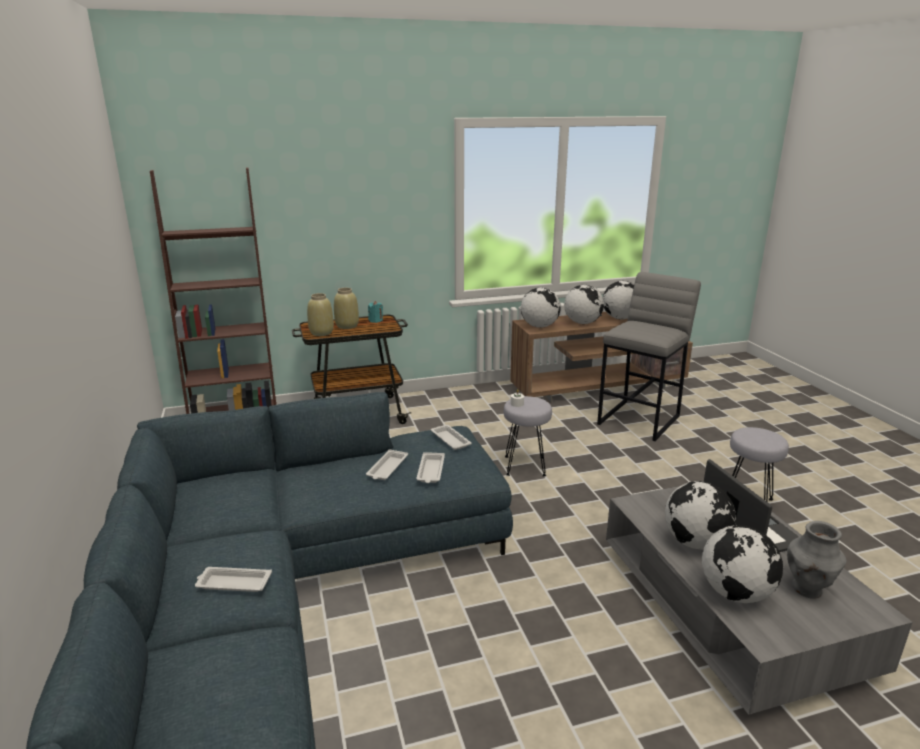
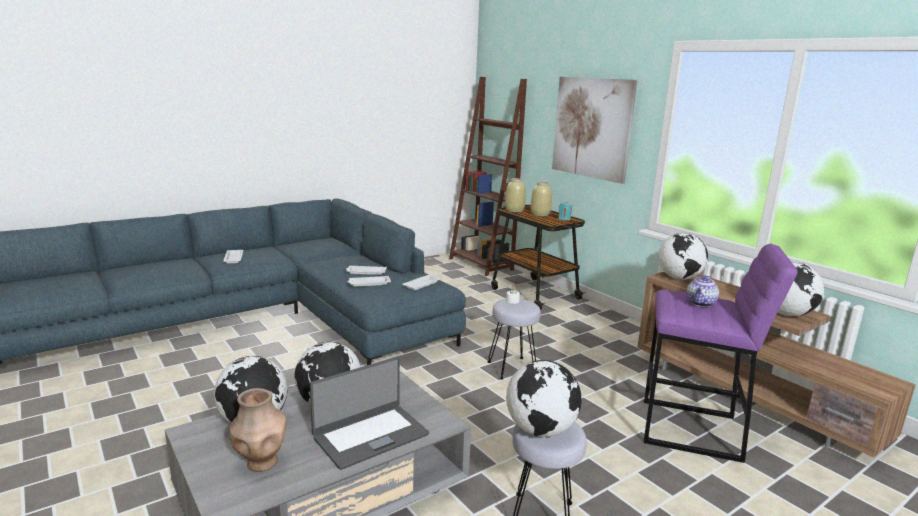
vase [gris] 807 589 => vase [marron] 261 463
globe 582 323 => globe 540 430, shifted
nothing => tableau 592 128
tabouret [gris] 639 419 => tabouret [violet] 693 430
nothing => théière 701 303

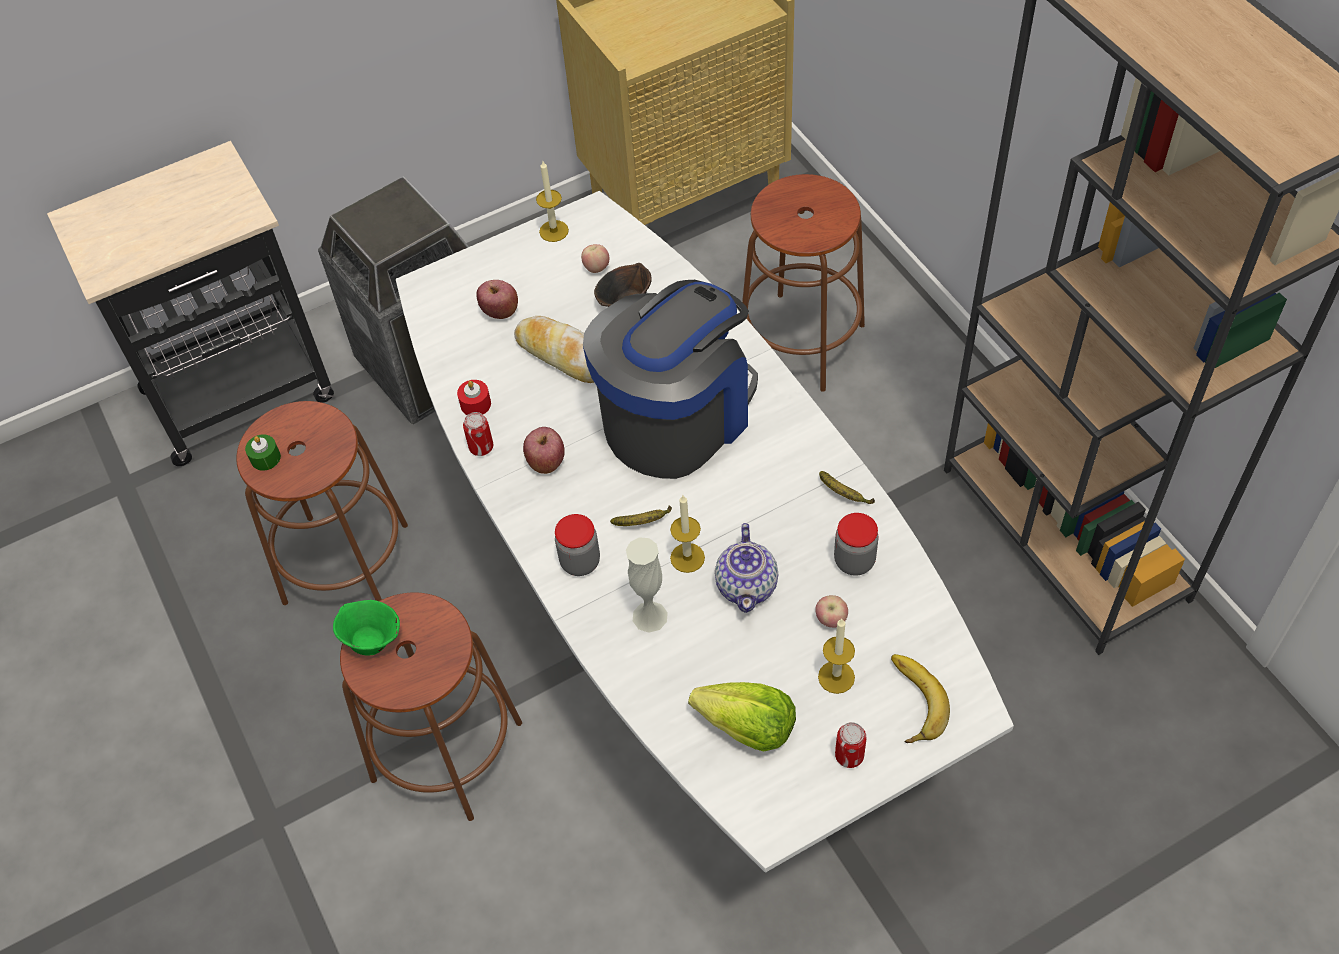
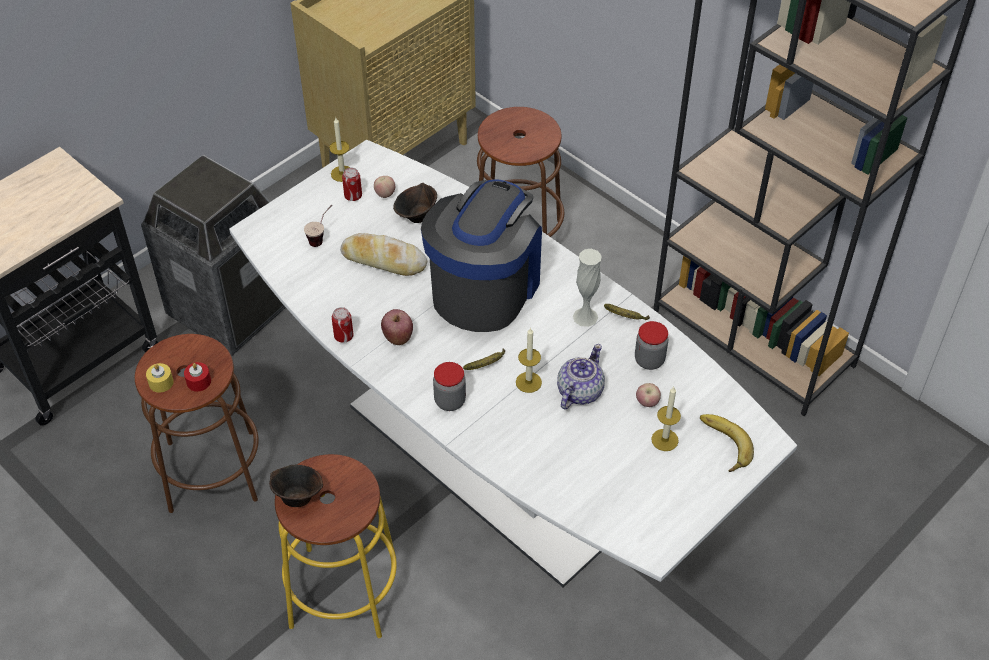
bougie [vert] 265 458 => bougie [jaune] 161 382
bougie [rouge] 475 404 => bougie [rouge] 198 381, shifted
bol [vert] 371 639 => bol [marron] 297 495
tabouret [marron] 447 751 => tabouret [jaune] 343 591
pomme 500 311 => tasse 321 238
boîte métallique 849 755 => boîte métallique 353 196, shifted
théière 747 585 => théière 579 392, 135 degrees counterclockwise
vase [blanc] 650 616 => vase [blanc] 585 317, shifted
laitue 747 728 => nothing

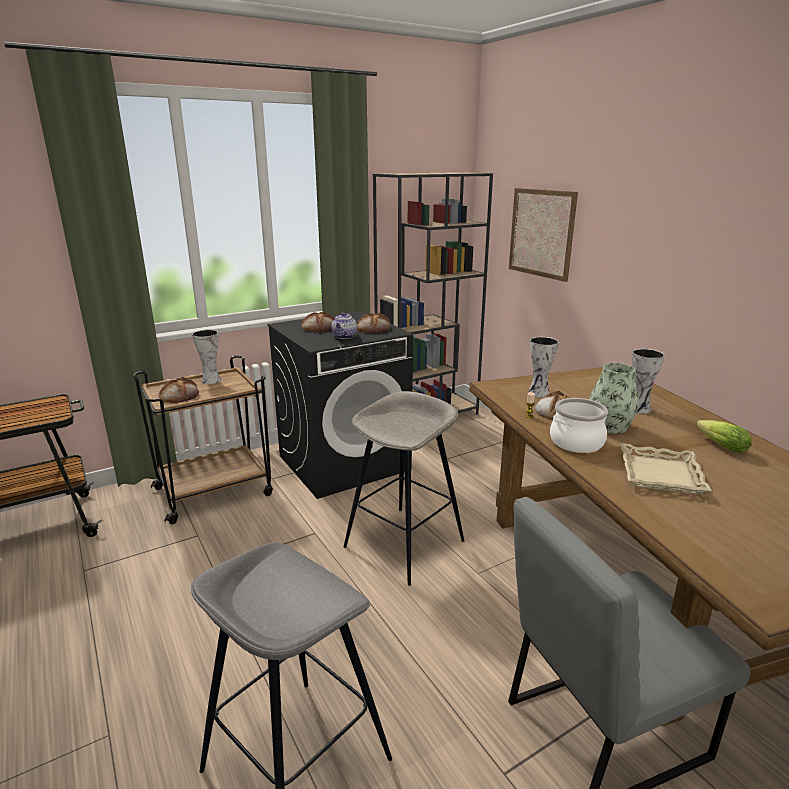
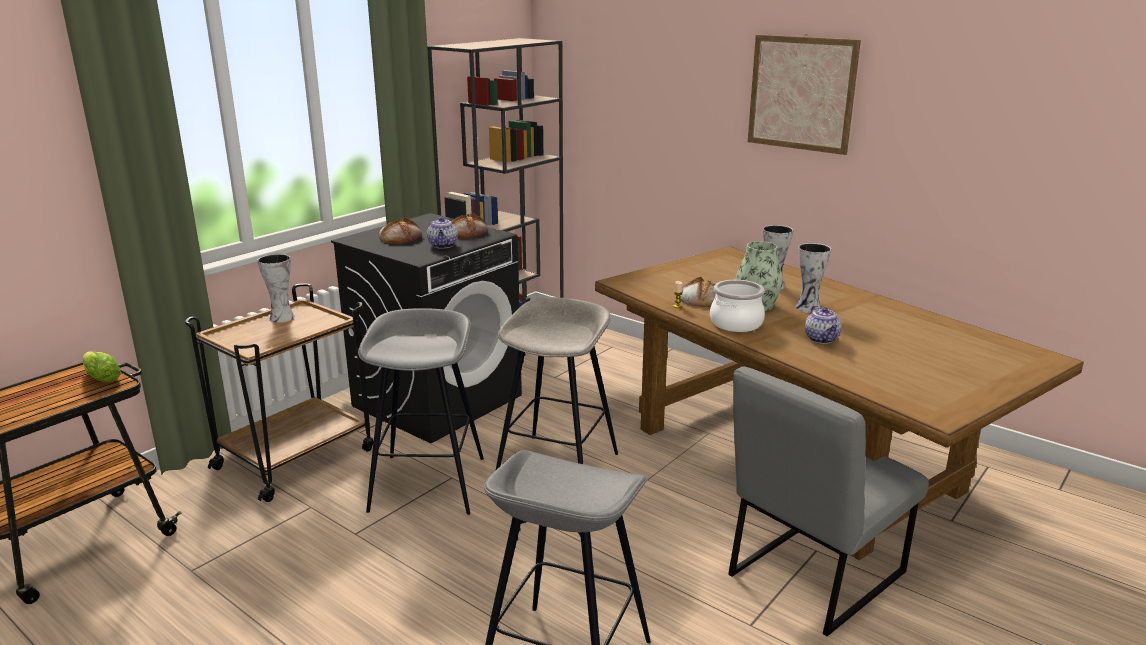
laitue 719 445 => laitue 101 377, shifted
nothing => tabouret [gris] 428 483
tableau 541 232 => tableau 801 92, shifted
vase 539 393 => vase 809 308, shifted
plateau [beige] 661 475 => théière 822 339
pain 179 395 => nothing

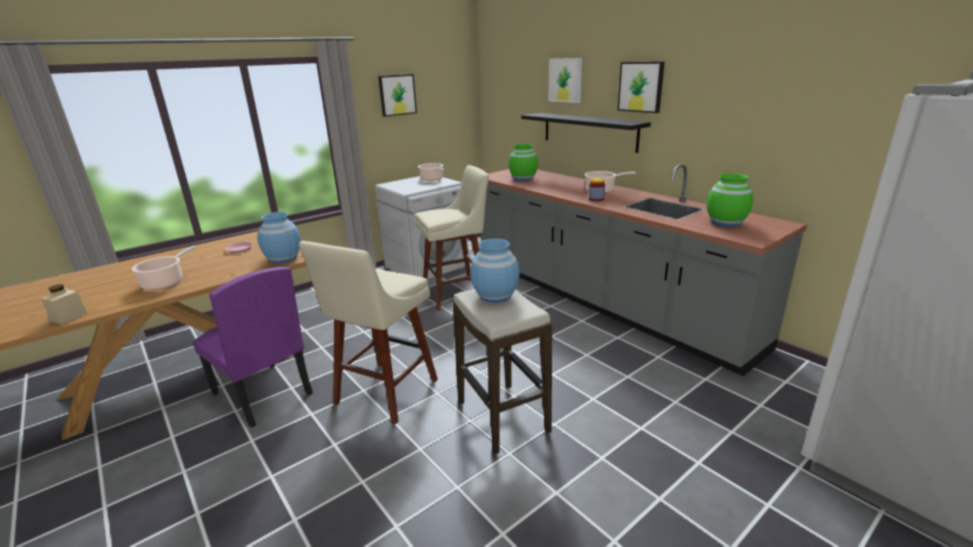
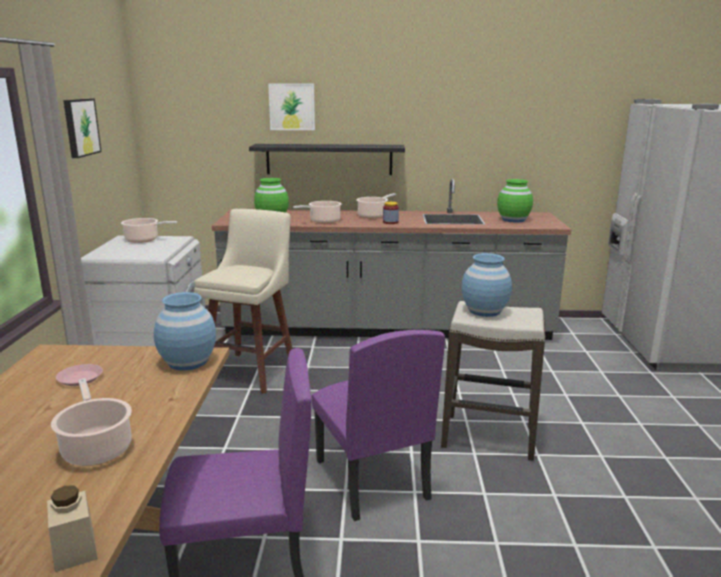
nothing => marmite 323 221
tabouret [beige] 384 393 => chaise [violet] 370 479
tableau 641 87 => nothing

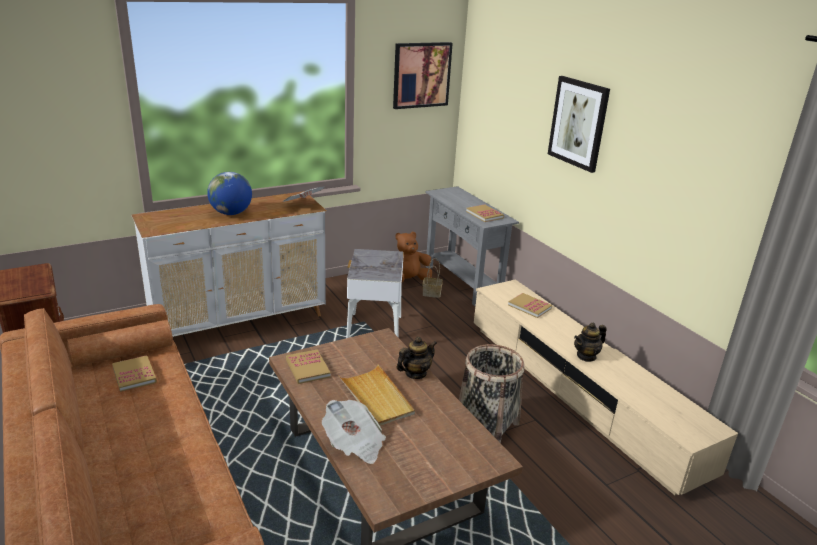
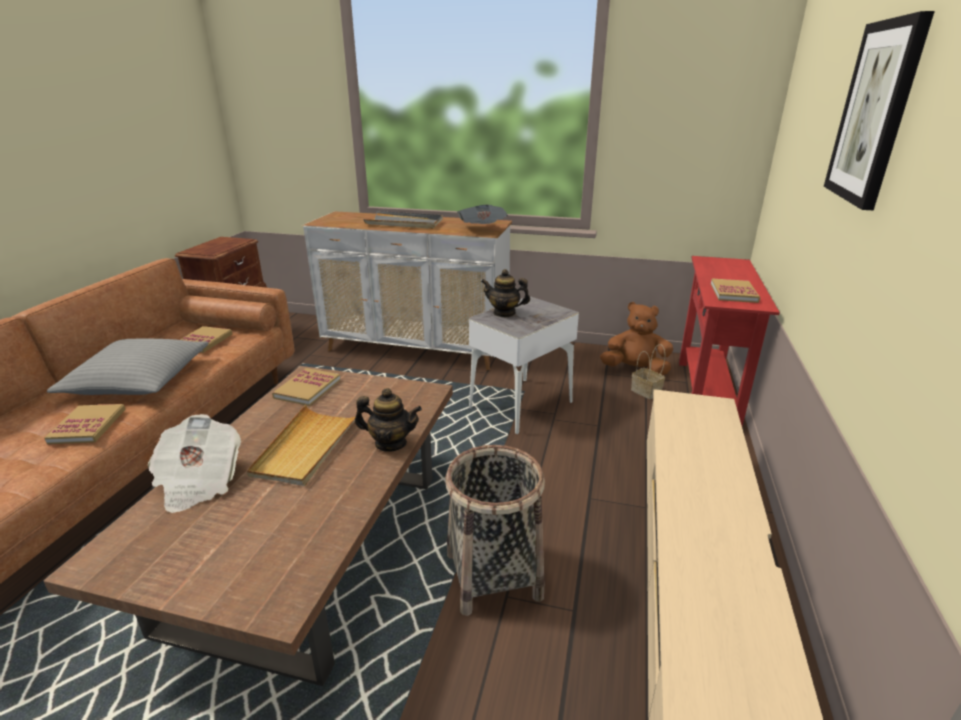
livre 529 307 => livre 88 426, shifted
nothing => coussin [gris] 138 380
globe 231 213 => plateau [gris] 404 223
théière 586 356 => théière 504 313, shifted
table console [gris] 462 282 => table console [rouge] 706 393
tableau 421 75 => nothing

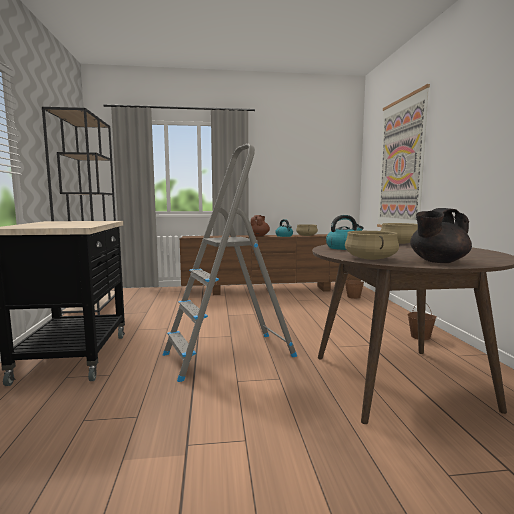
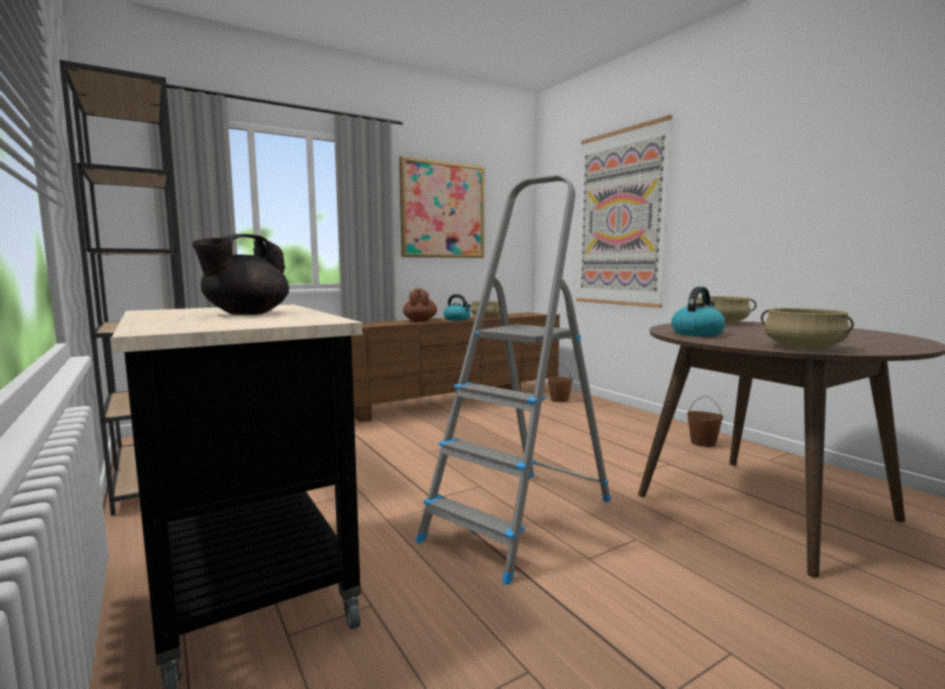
théière [noir] 437 261 => théière [noir] 246 314, shifted
nothing => tableau 443 210

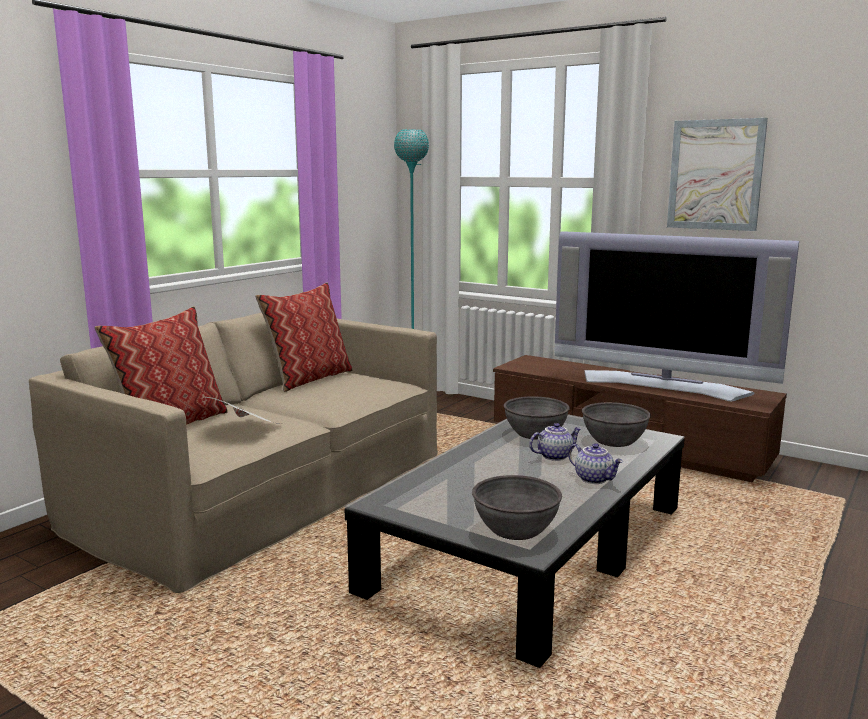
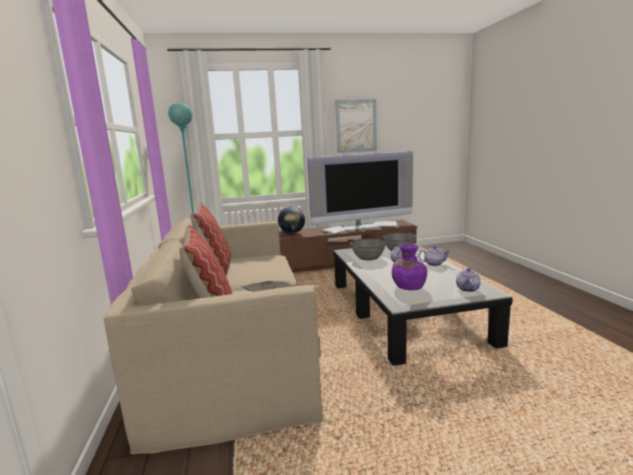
nothing => globe 292 233
nothing => vase [violet] 408 287
bol [gris] 516 529 => théière 468 289

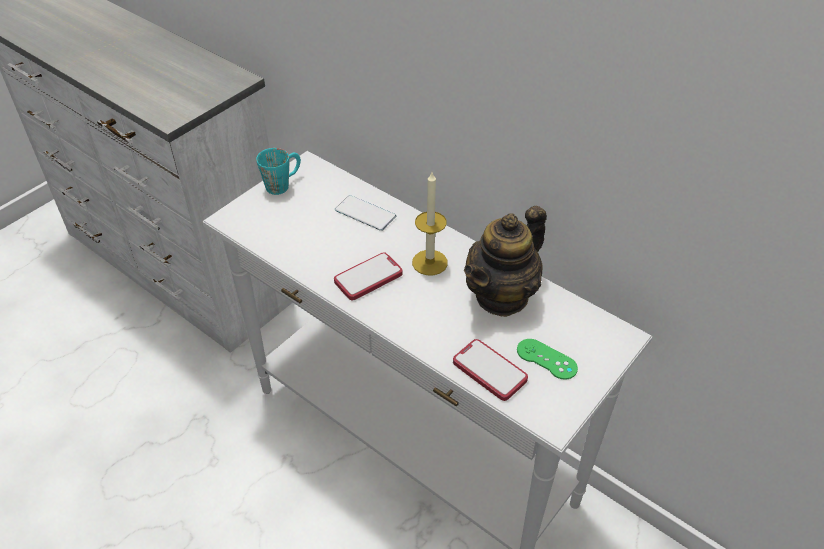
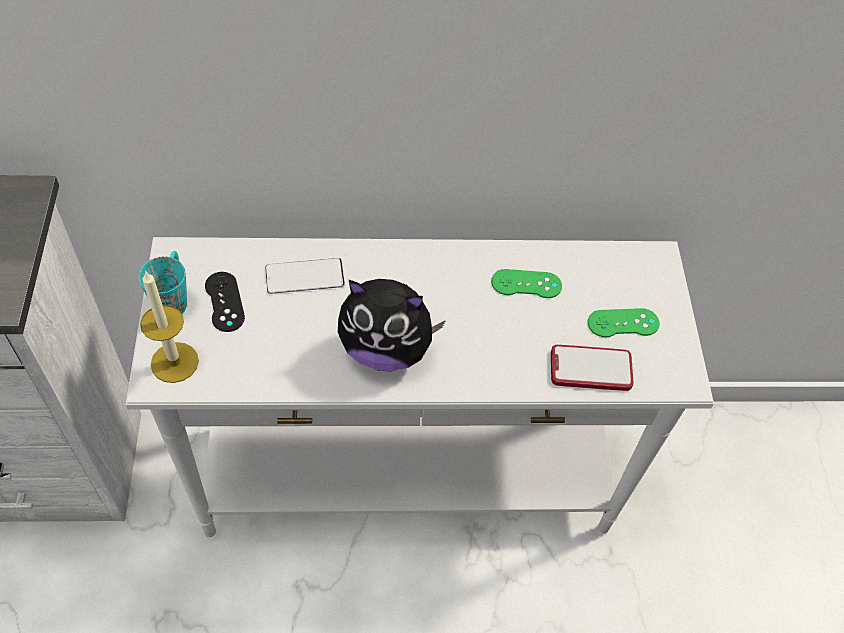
bougie 429 262 => bougie 174 362, shifted
nothing => manette [noir] 224 302
téléphone 368 278 => peluche 386 349
théière 502 296 => manette [vert] 526 284

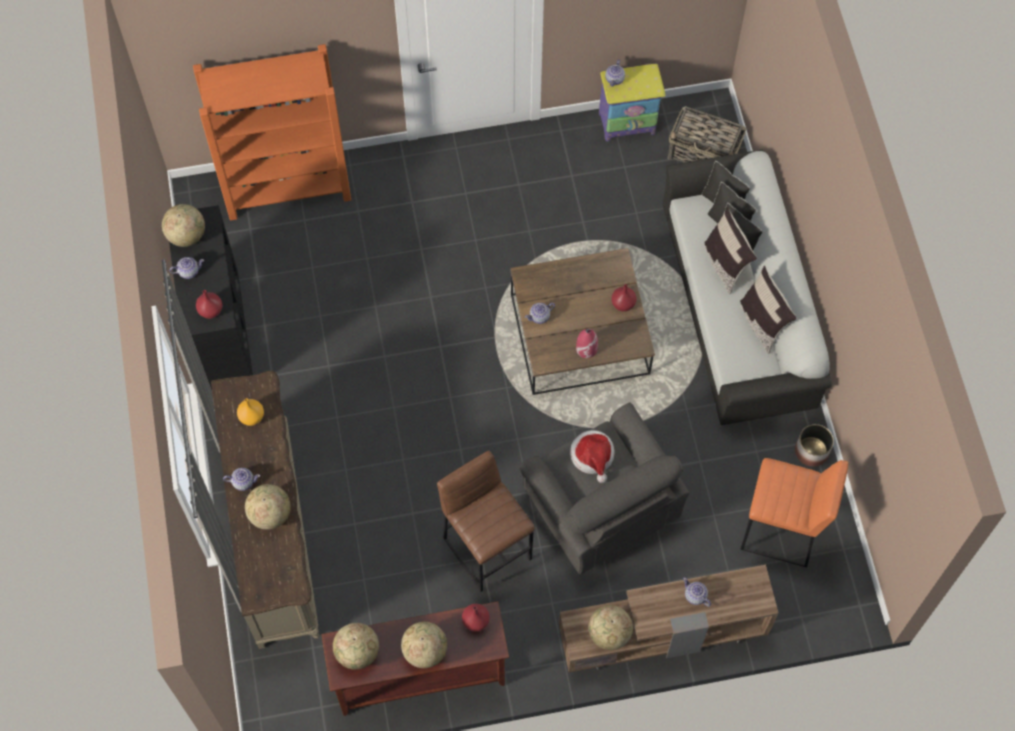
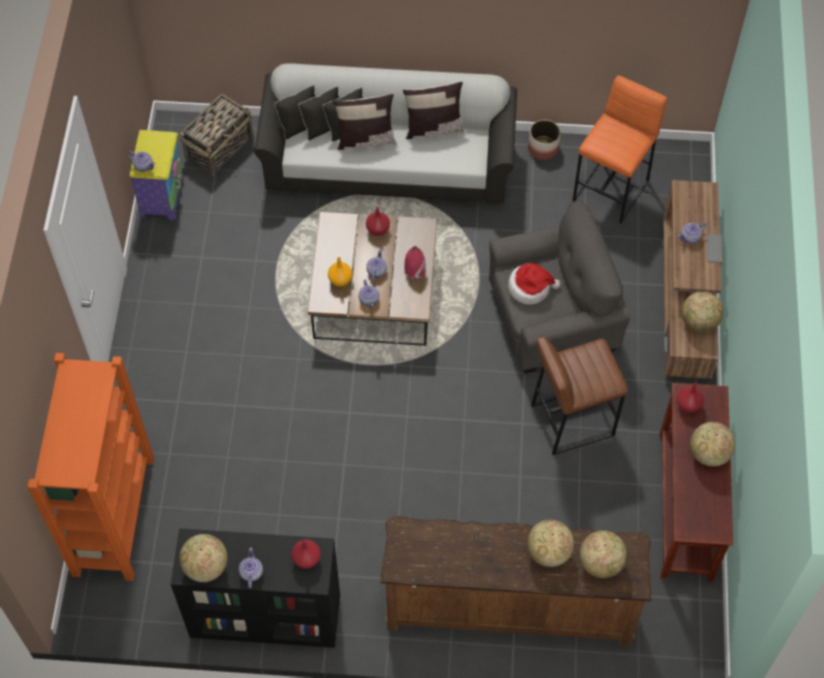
vase [orange] 251 417 => vase [orange] 340 280, shifted
théière 243 482 => théière 376 271, shifted
globe 357 652 => globe 601 563, shifted

